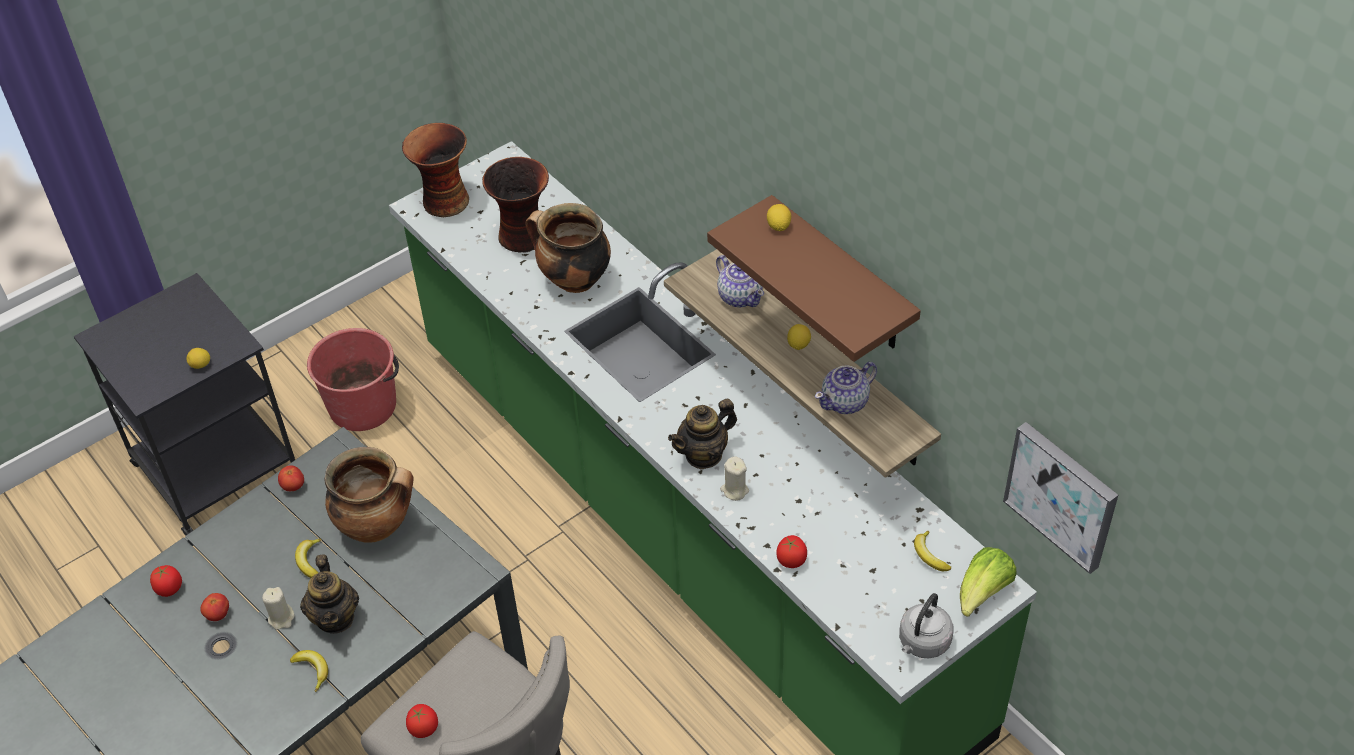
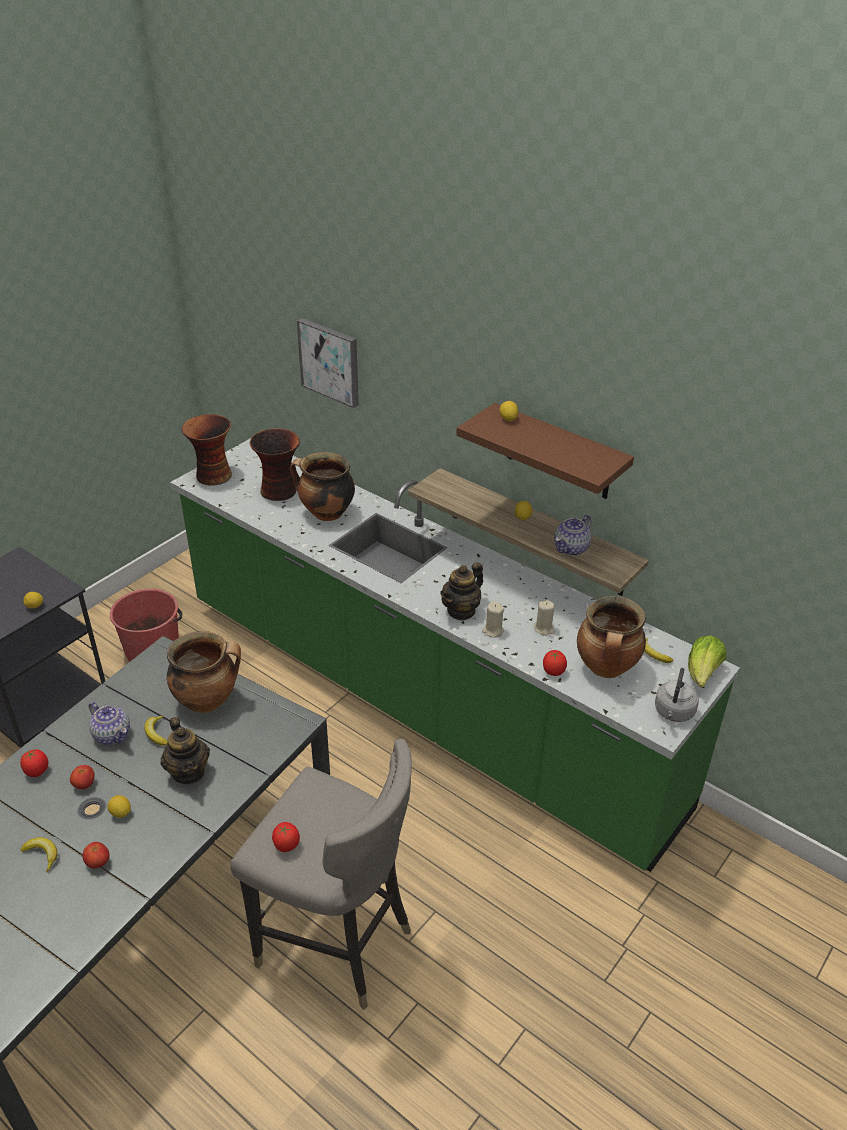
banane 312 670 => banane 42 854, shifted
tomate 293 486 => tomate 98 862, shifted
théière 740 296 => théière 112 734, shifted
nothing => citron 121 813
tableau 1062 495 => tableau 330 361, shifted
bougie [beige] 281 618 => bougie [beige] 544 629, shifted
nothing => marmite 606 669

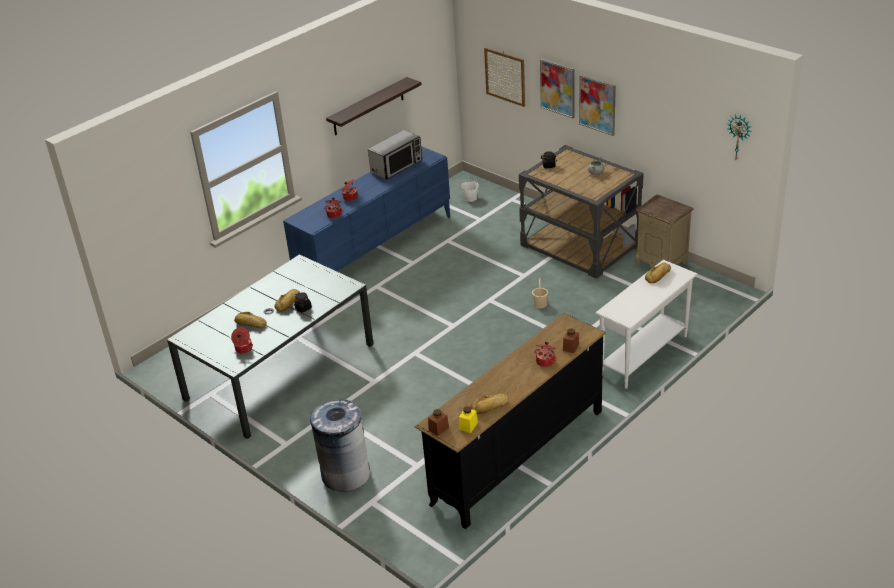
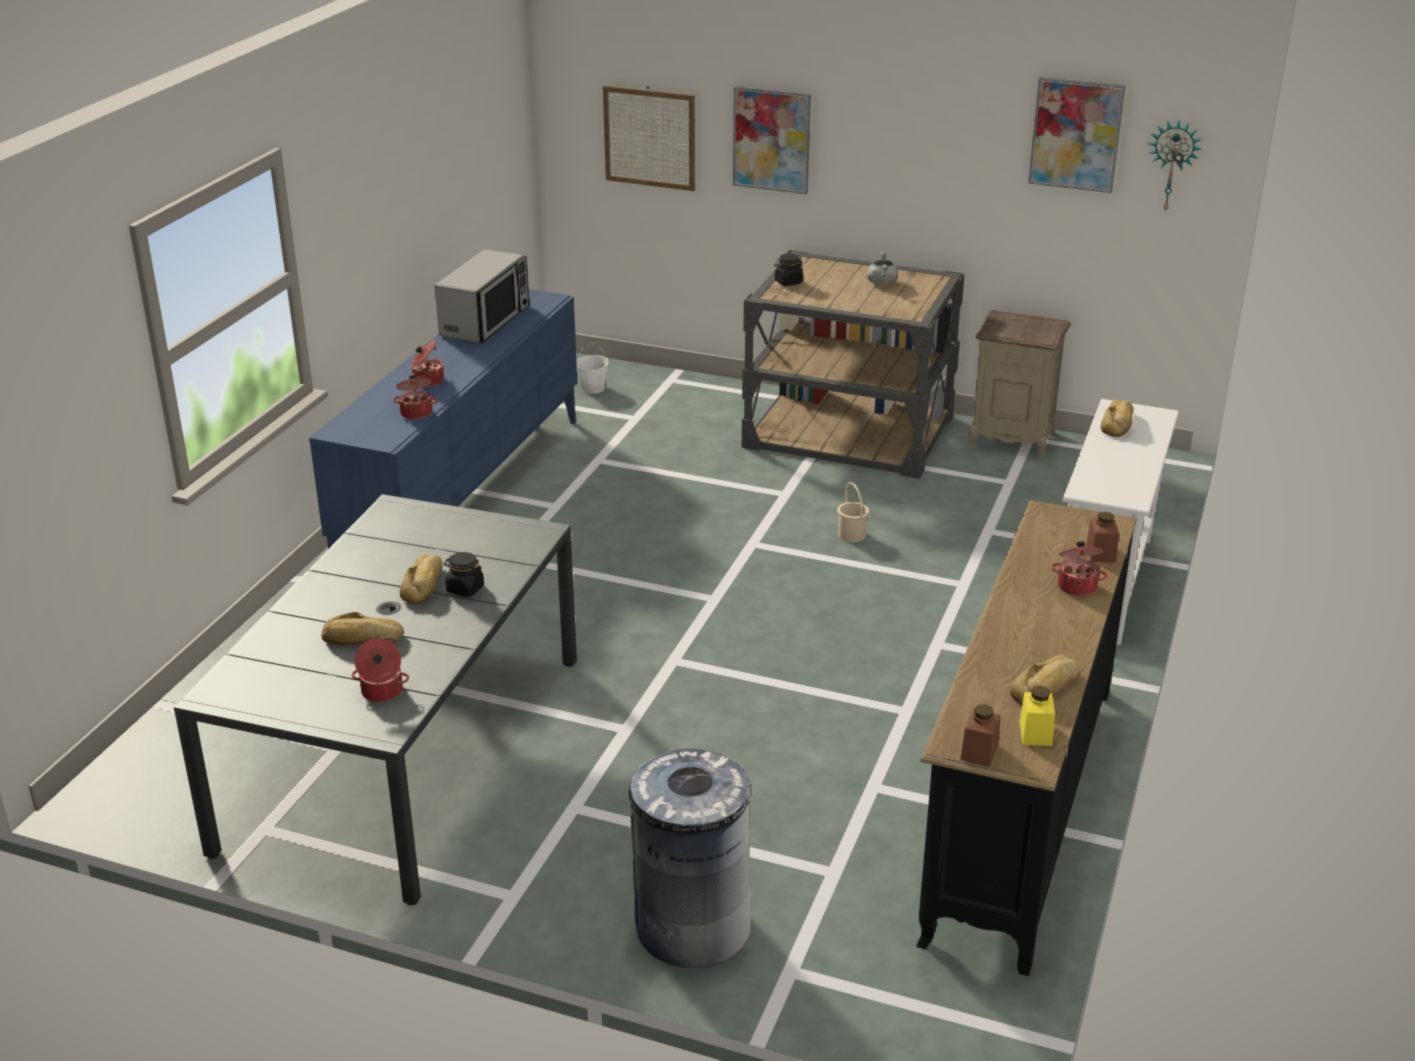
tableau 597 104 => tableau 1076 134, shifted
étagère 368 106 => nothing

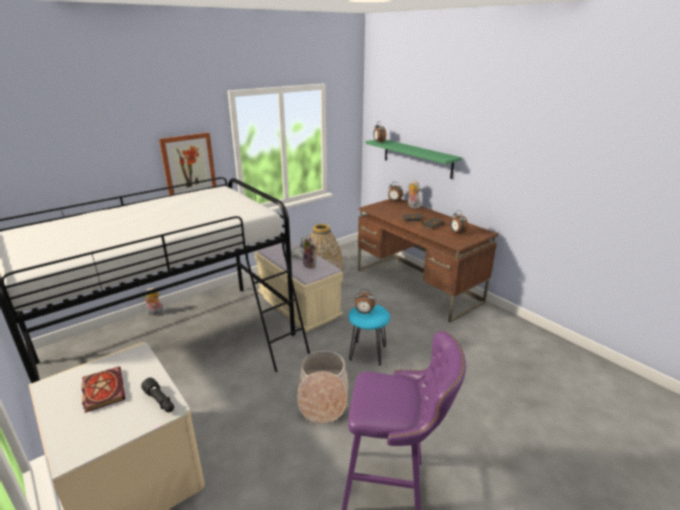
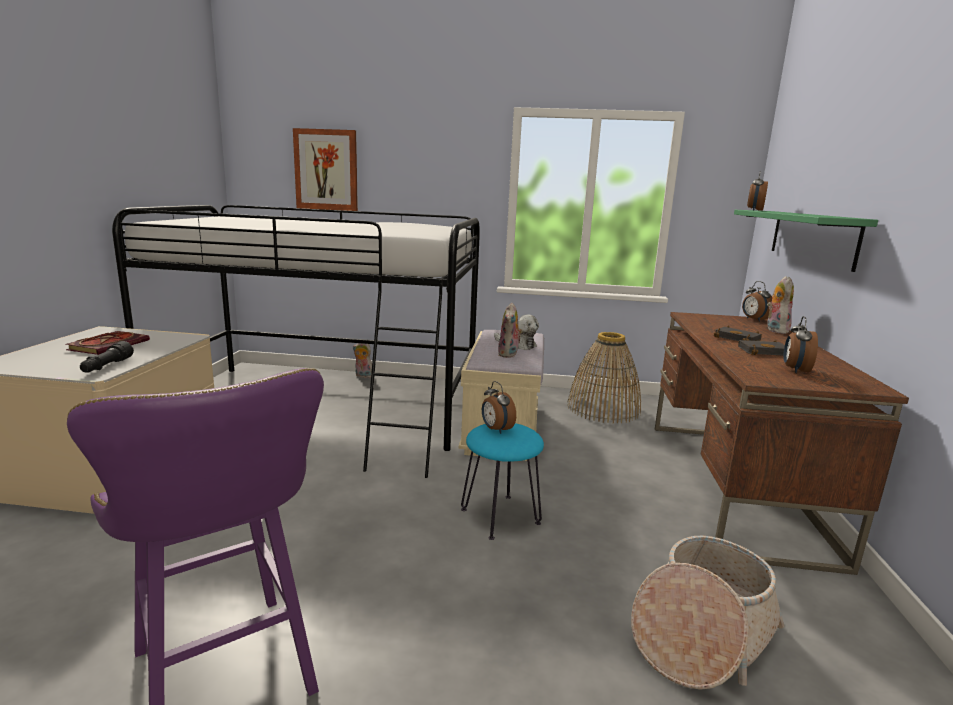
tableau 188 165 => tableau 326 170, shifted
panier 323 396 => panier 700 634, shifted

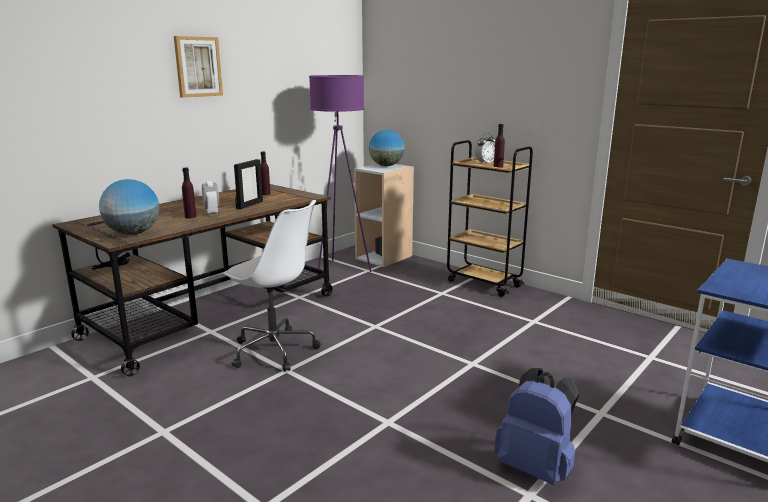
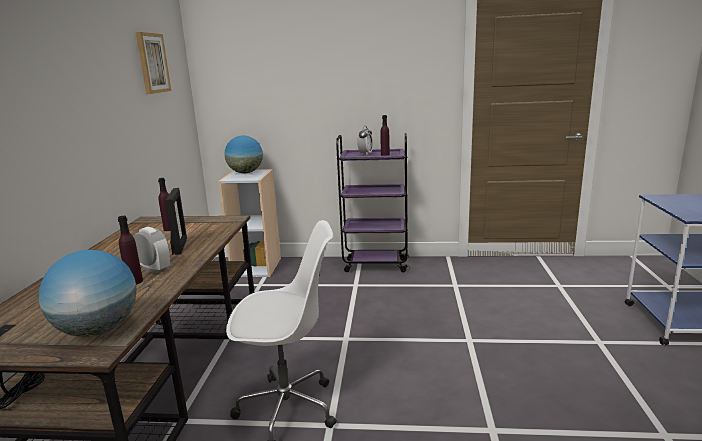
tableau 198 67 => tableau 152 63, shifted
chariot [marron] 485 284 => chariot [violet] 376 265
lampadaire [violet] 341 269 => nothing
sac à dos [bleu] 536 467 => nothing

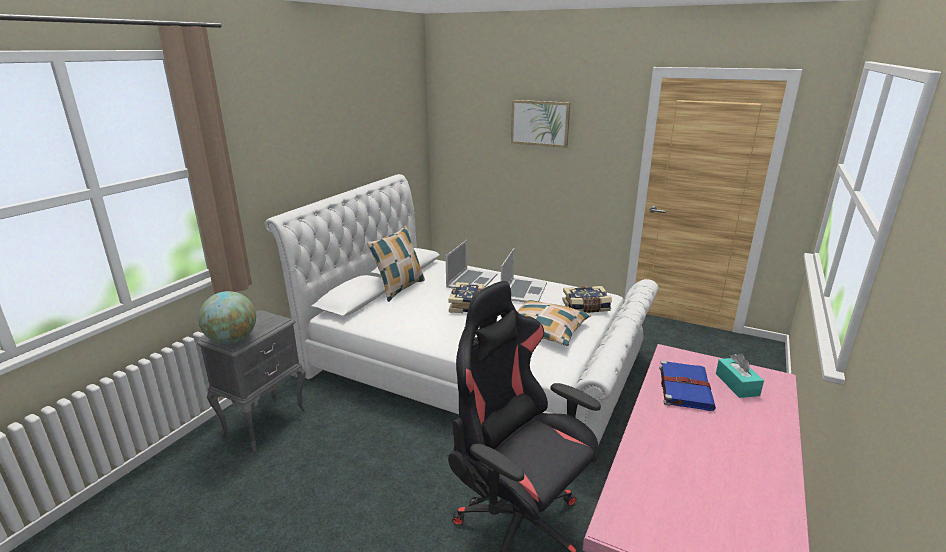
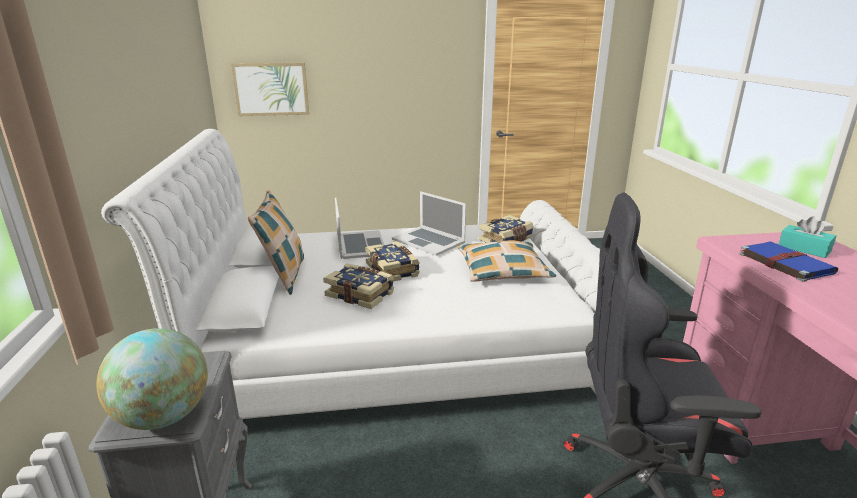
tableau 540 123 => tableau 271 89, shifted
nothing => livre 360 294
ordinateur portable 523 291 => ordinateur portable 428 241, 150 degrees clockwise

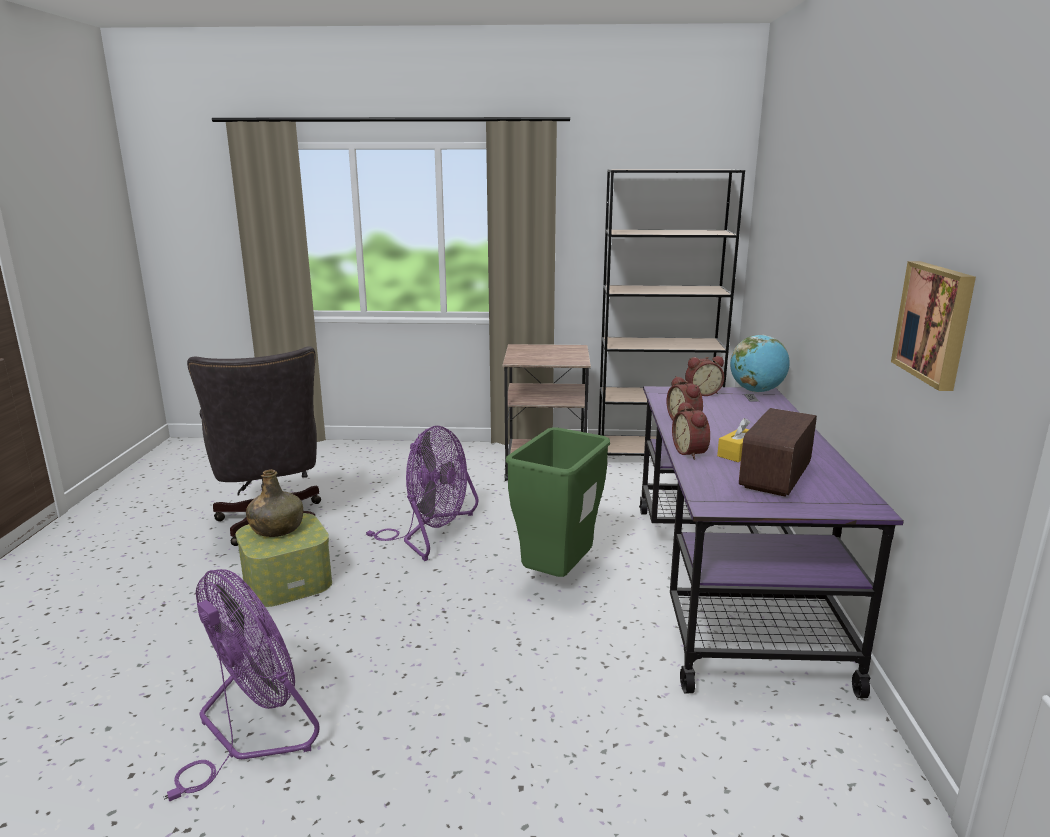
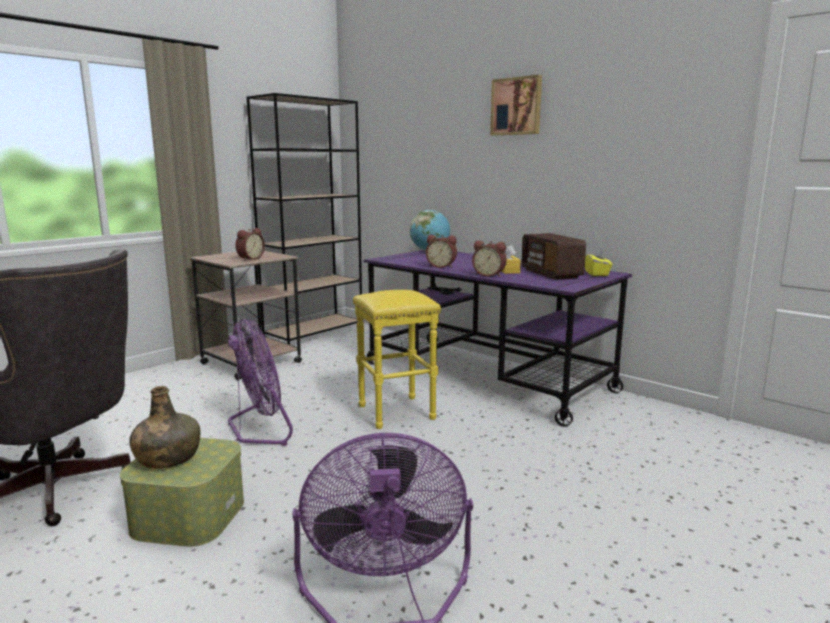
réveil 702 393 => réveil 249 259, shifted
poubelle [vert] 557 576 => tabouret [jaune] 394 412
tableau 936 323 => tableau 517 106, shifted
nothing => boîte à mouchoirs [jaune] 597 274

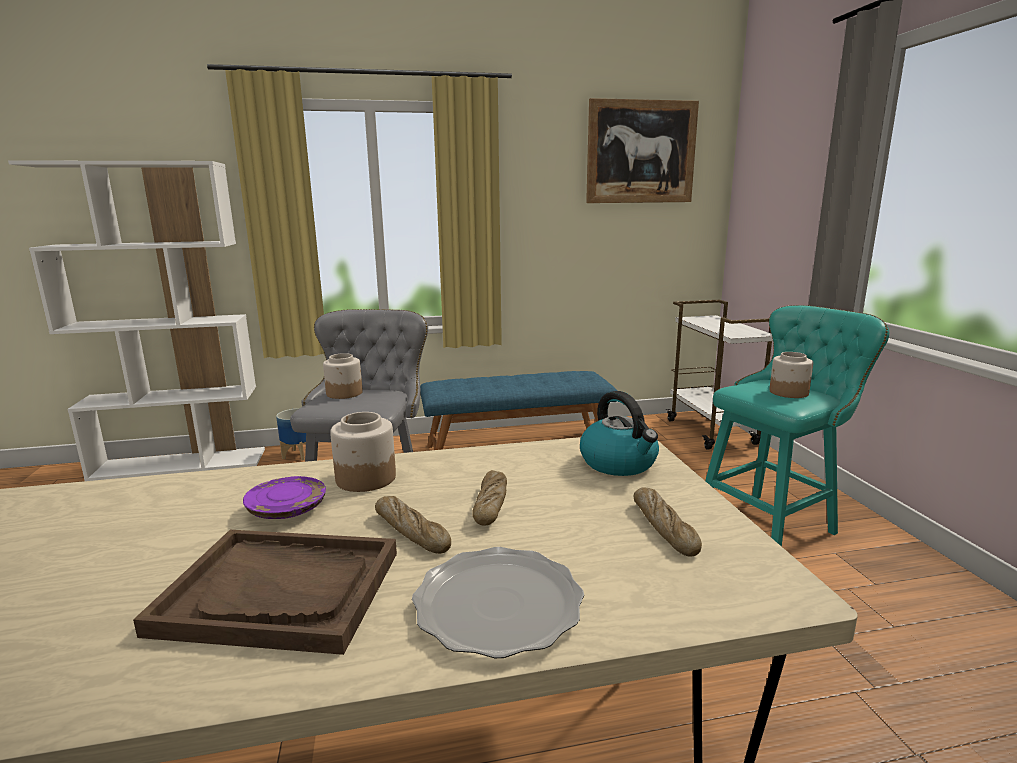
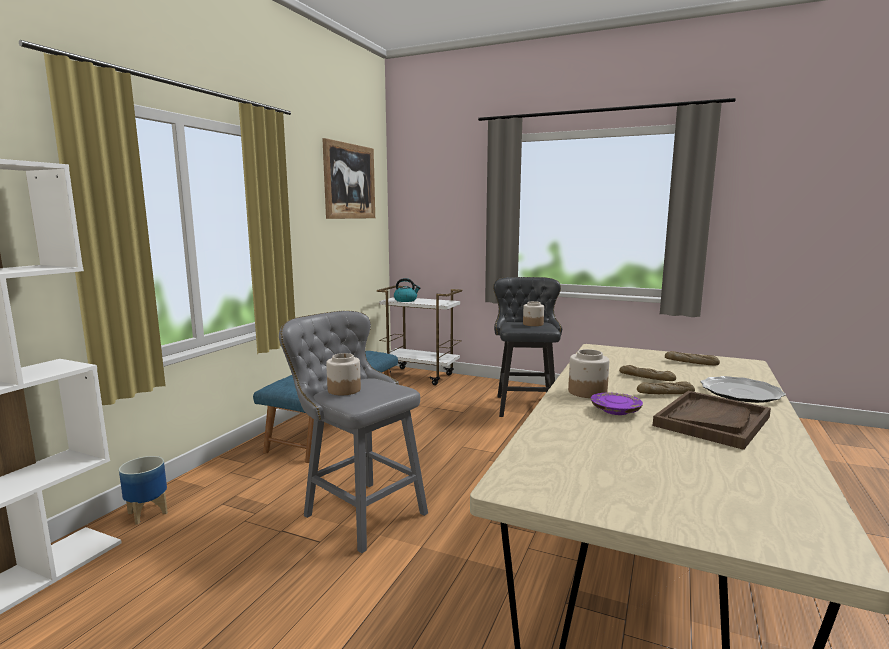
bouilloire 619 463 => bouilloire 406 300, shifted
tabouret [turquoise] 775 522 => tabouret [gris] 525 403

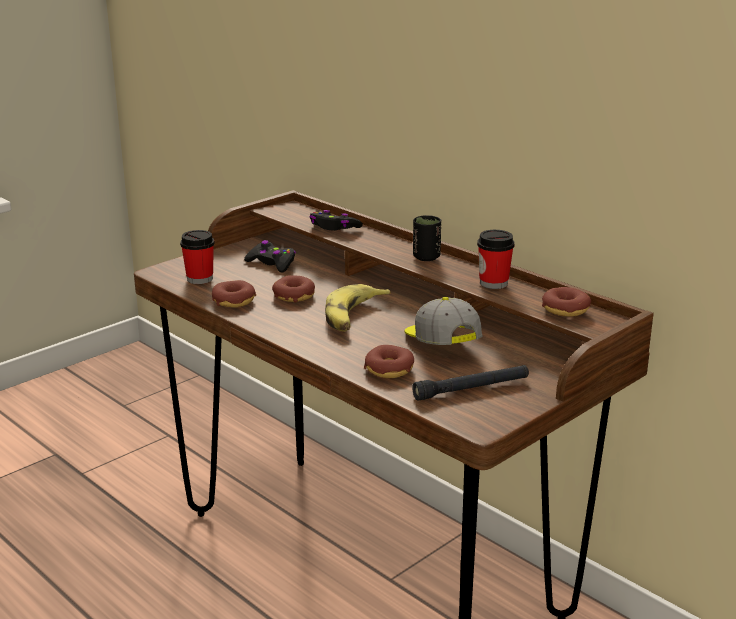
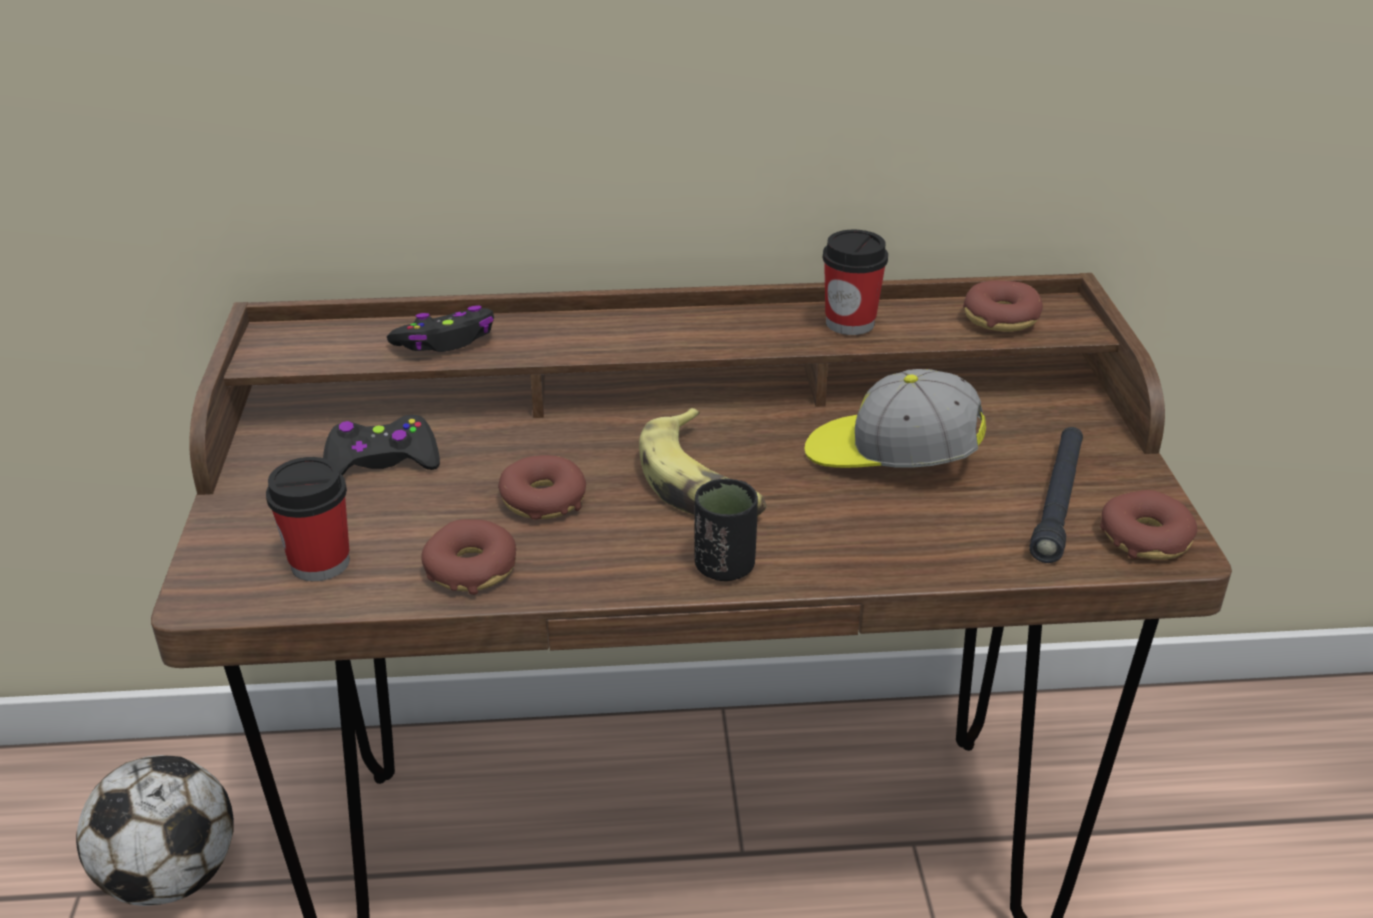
nothing => ballon de foot 172 877
tasse [noir] 426 257 => tasse [noir] 724 567, shifted
beignet 389 369 => beignet 1145 538, shifted

